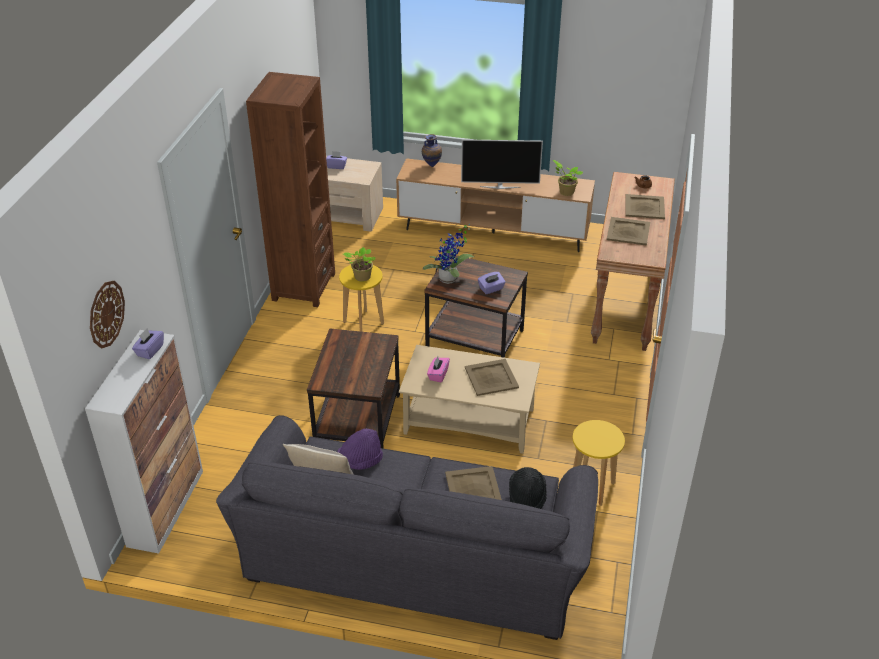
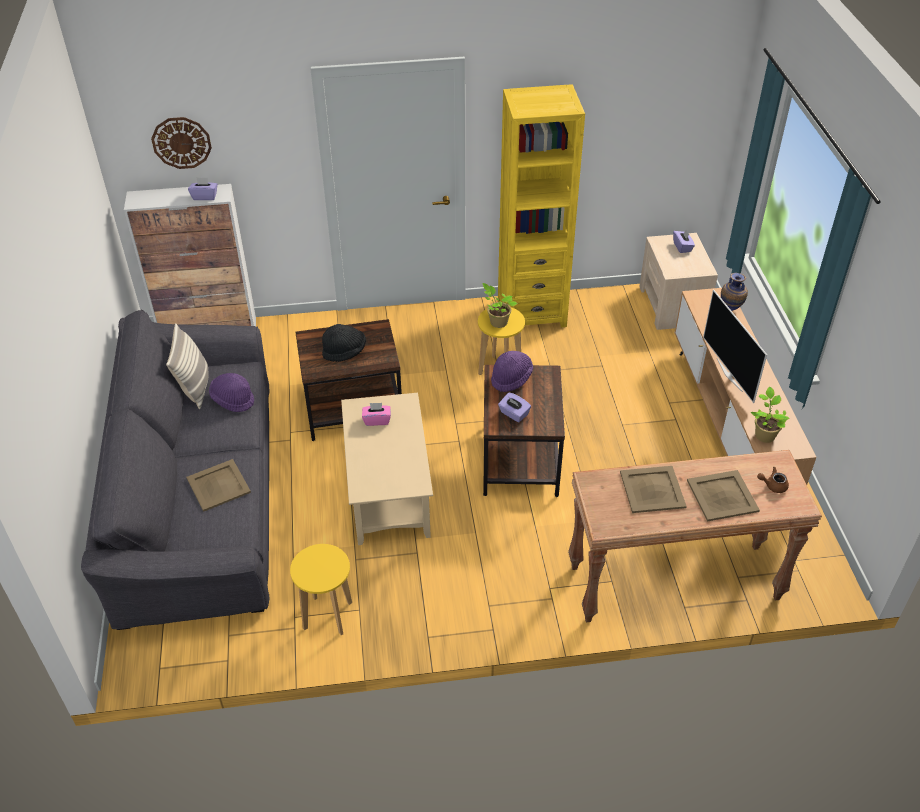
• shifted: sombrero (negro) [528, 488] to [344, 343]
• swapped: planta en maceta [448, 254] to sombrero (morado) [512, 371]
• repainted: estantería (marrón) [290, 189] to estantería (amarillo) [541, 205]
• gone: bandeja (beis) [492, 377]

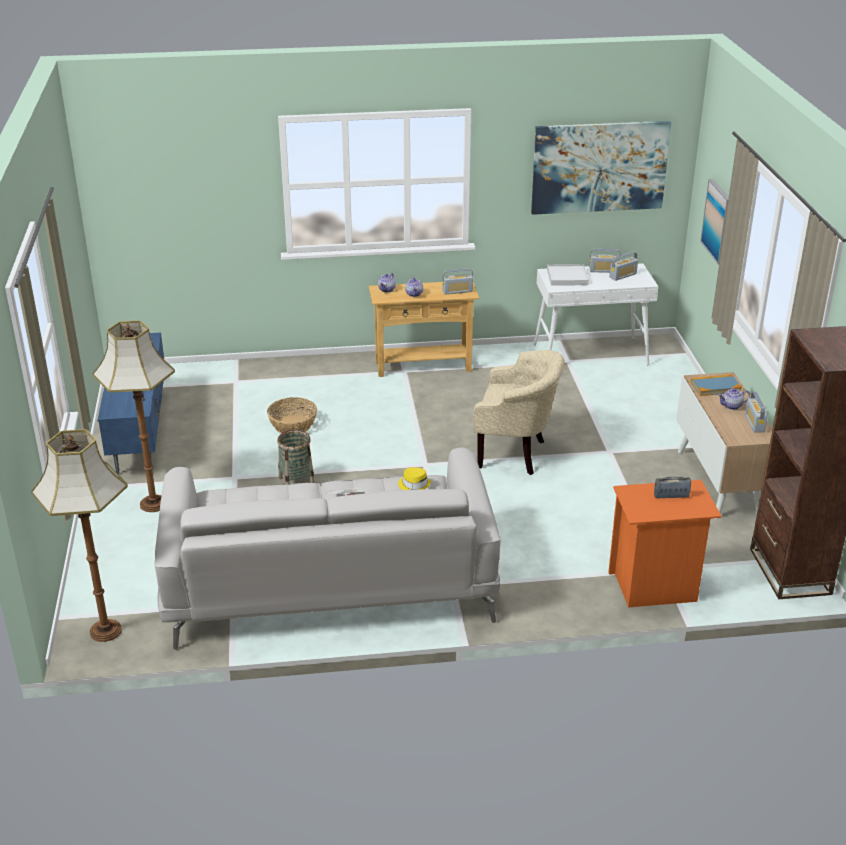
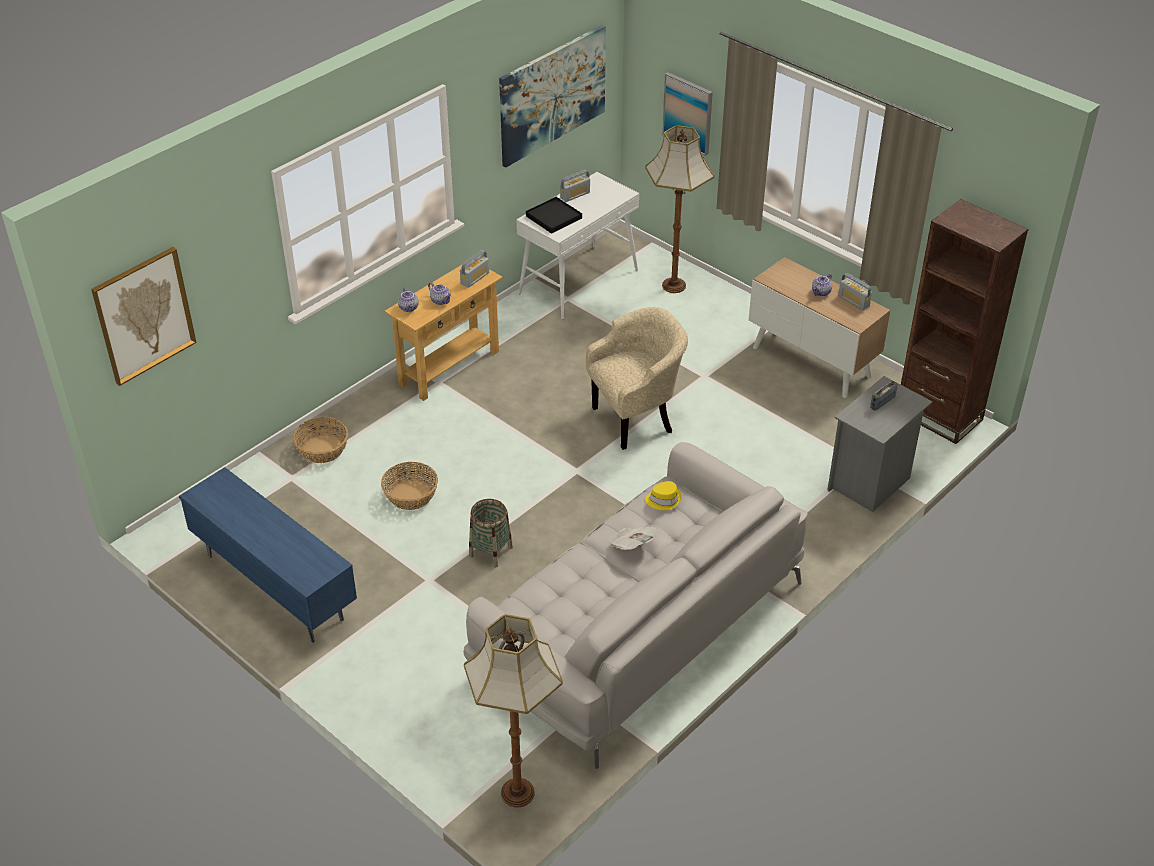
• new: cuadro [144, 316]
• new: cesta [320, 440]
• repainted: bandeja (blanco) [568, 275] to bandeja (negro) [554, 215]
• shifted: lámpara de pie [134, 416] to [680, 209]
• repainted: mesita de noche (naranja) [665, 544] to mesita de noche (gris) [879, 444]
• gone: radio [624, 266]
• gone: libro [716, 385]

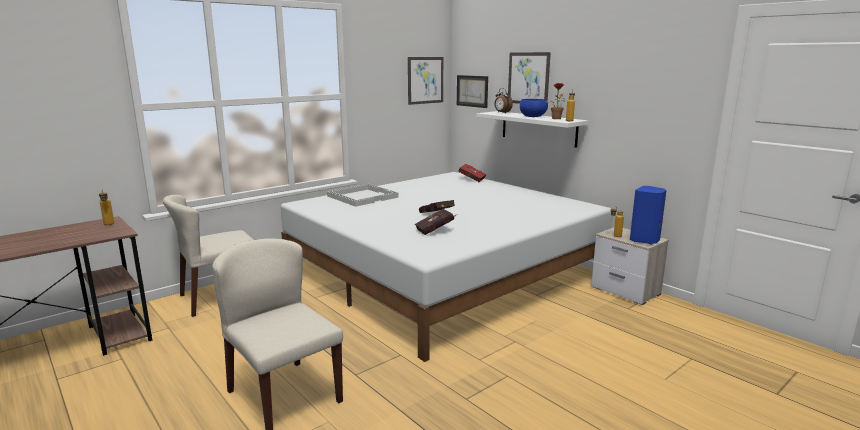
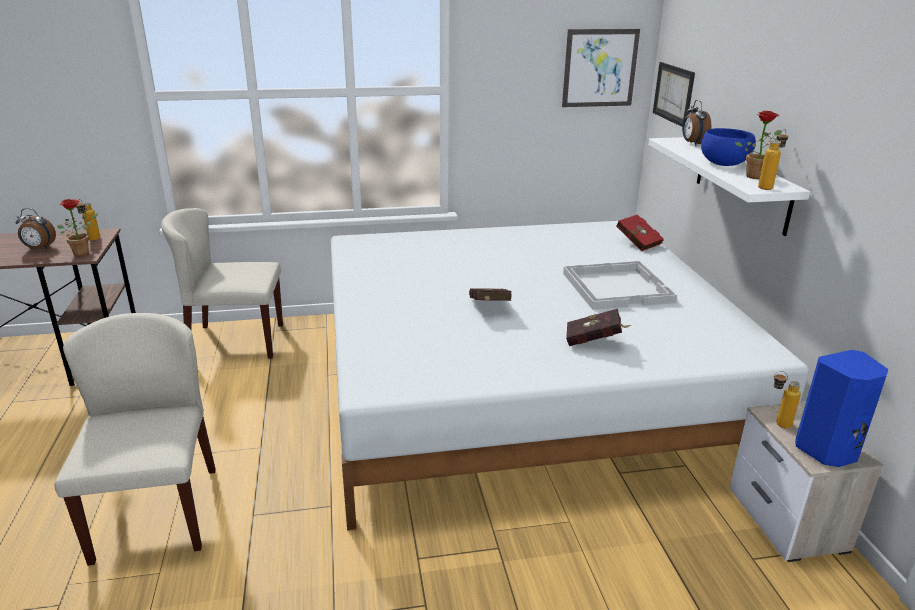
• new: despertador [36, 228]
• new: planta en maceta [77, 227]
• shifted: bandeja (blanco) [363, 195] to [620, 285]
• shifted: libro (rojo) [436, 222] to [598, 327]
• gone: cuadro [529, 78]

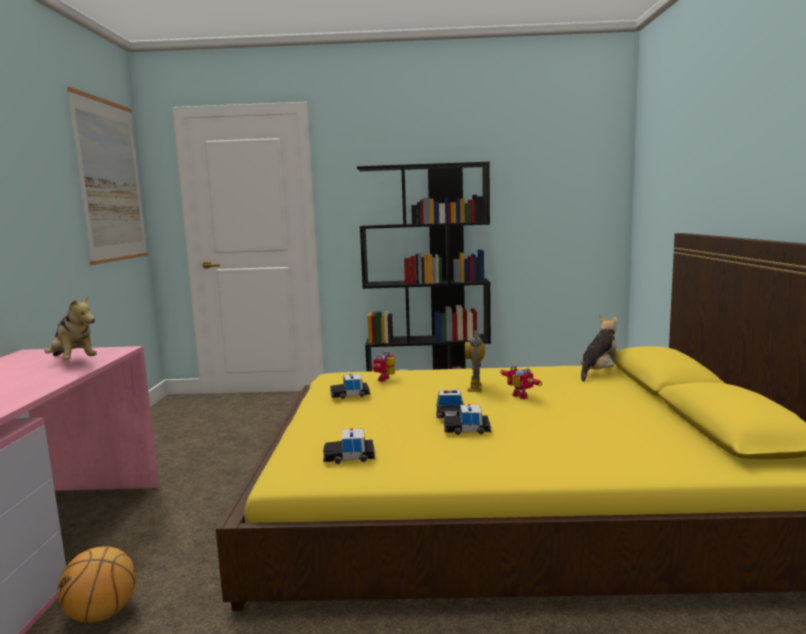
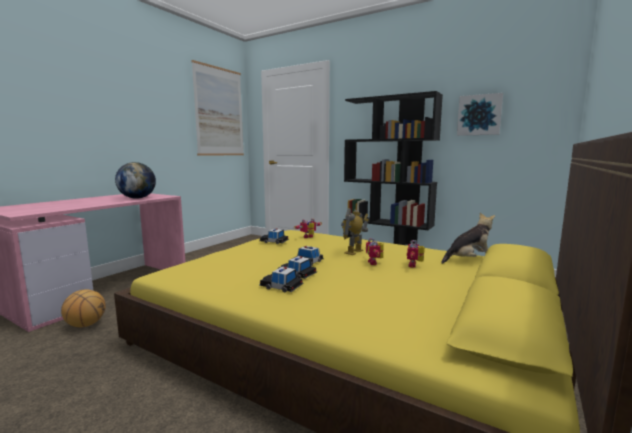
• swapped: peluche [70, 327] to globo terráqueo [135, 180]
• shifted: coche de juguete [349, 446] to [281, 279]
• new: robot de juguete [416, 254]
• new: cuadro [480, 114]

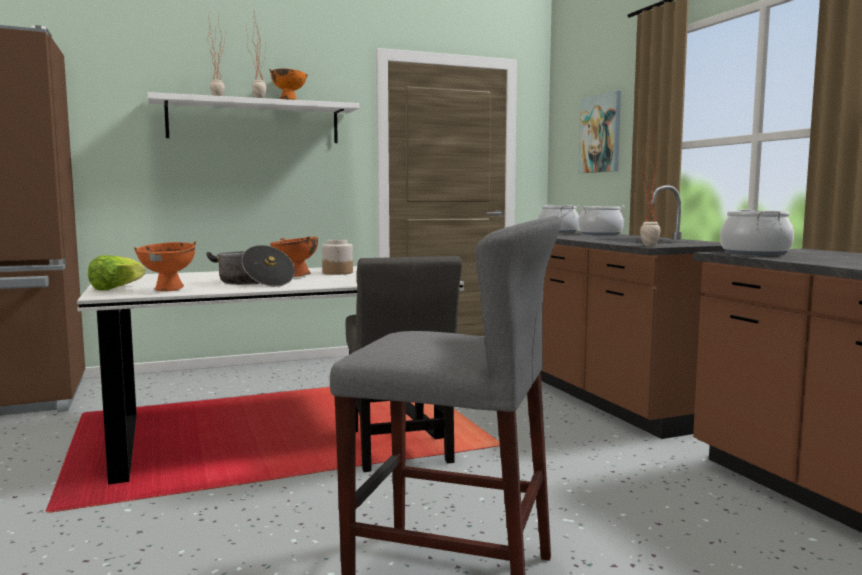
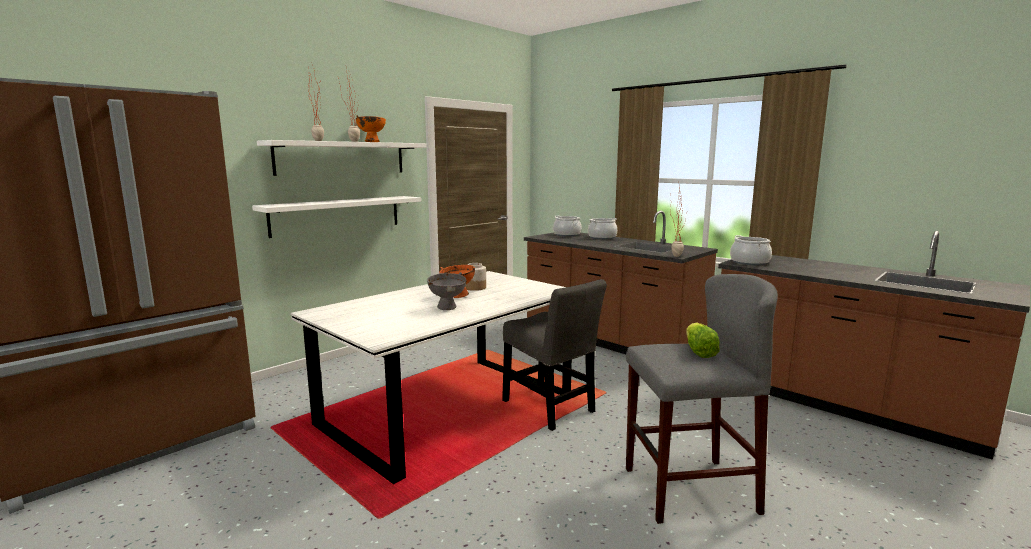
• new: estante (blanco) [336, 217]
• swapped: olla [250, 266] to cuenco (gris) [447, 291]
• shifted: lechuga [116, 272] to [703, 340]
• gone: cuenco (naranja) [165, 266]
• gone: cuadro [599, 131]

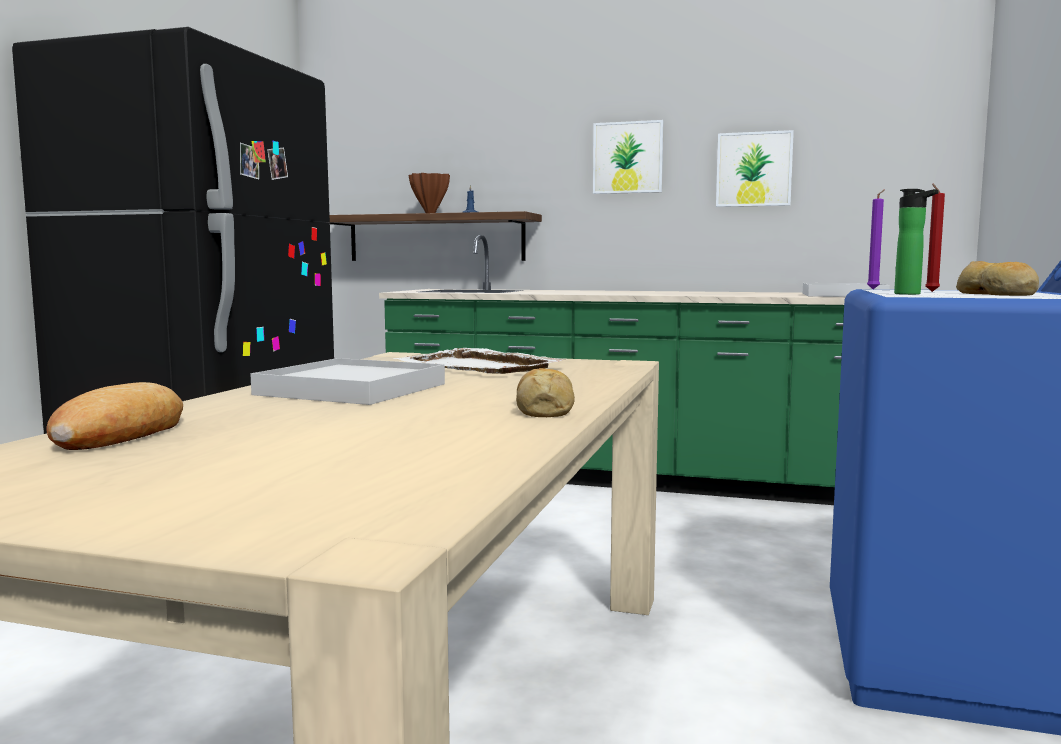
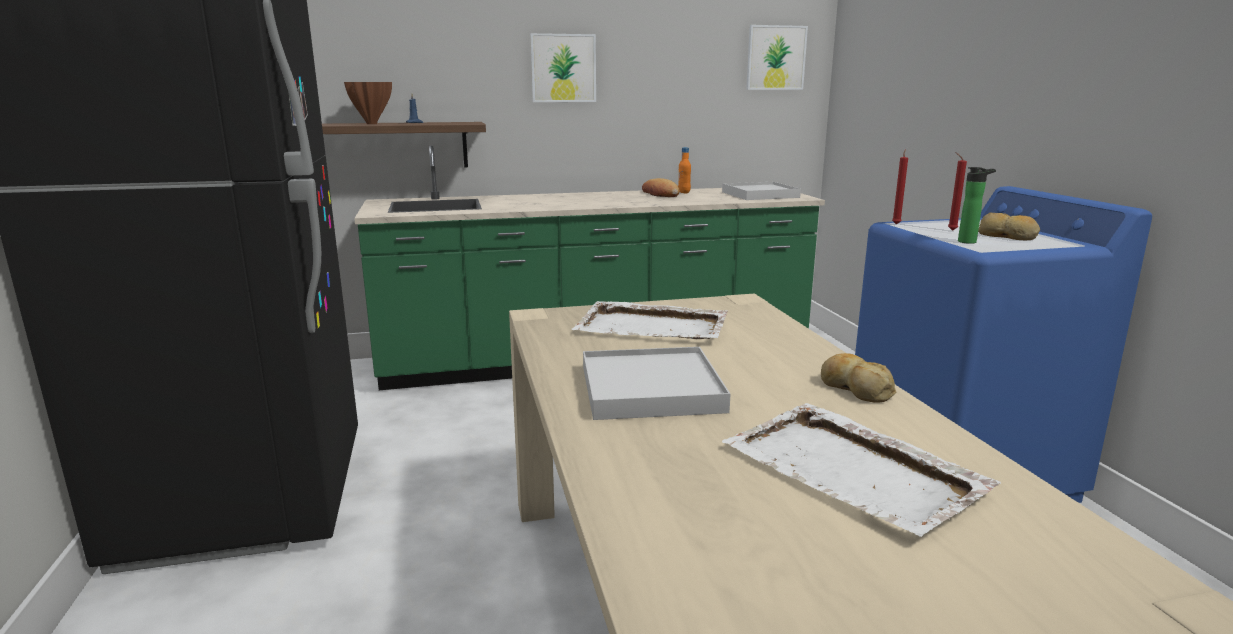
• shifted: pan [114, 416] to [661, 187]
• new: botella (naranja) [684, 170]
• new: bandeja (blanco) [861, 470]
• shifted: cuadro [755, 168] to [777, 57]
• repainted: vela (morado) [876, 239] to vela (rojo) [900, 186]

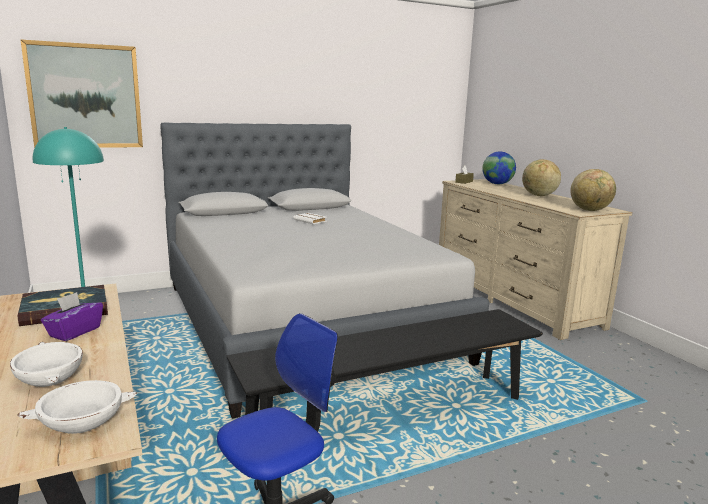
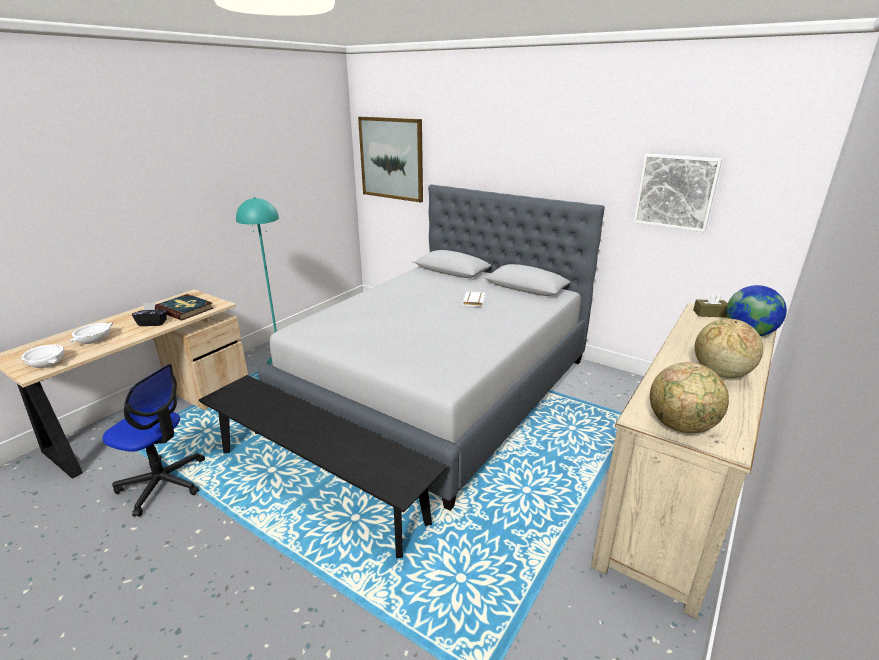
• repainted: caja de pañuelos (morado) [72, 316] to caja de pañuelos (negro) [149, 314]
• new: cuadro [678, 193]

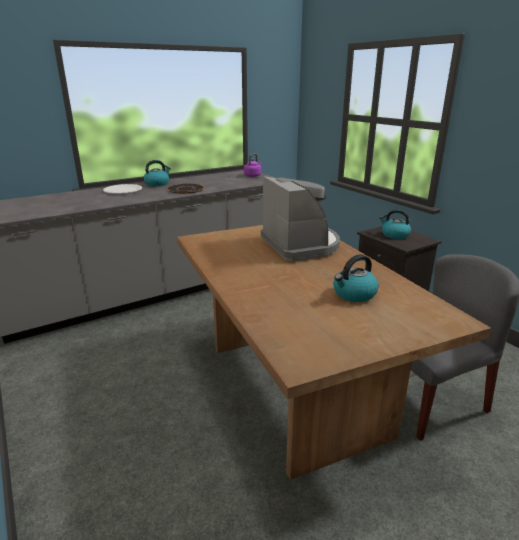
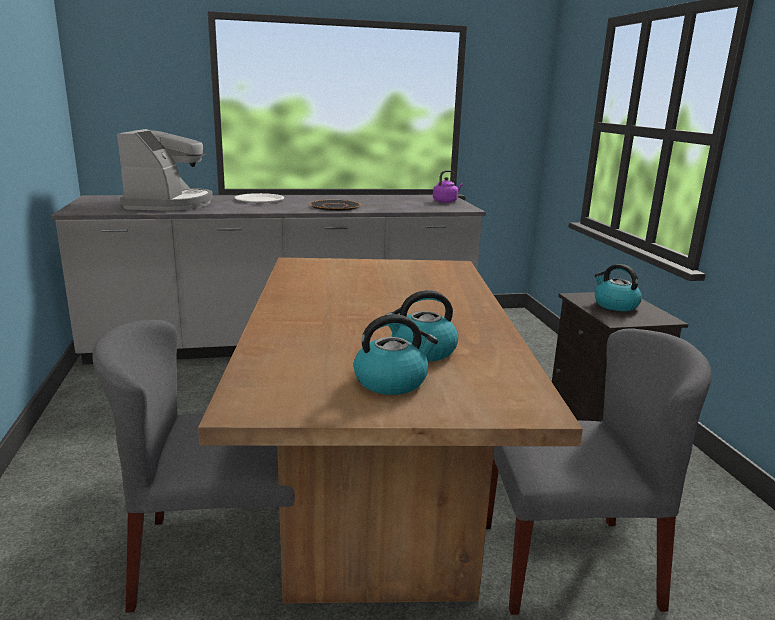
• new: silla (gris) [193, 466]
• shifted: cafetera [300, 219] to [165, 170]
• shifted: hervidor [157, 173] to [395, 354]

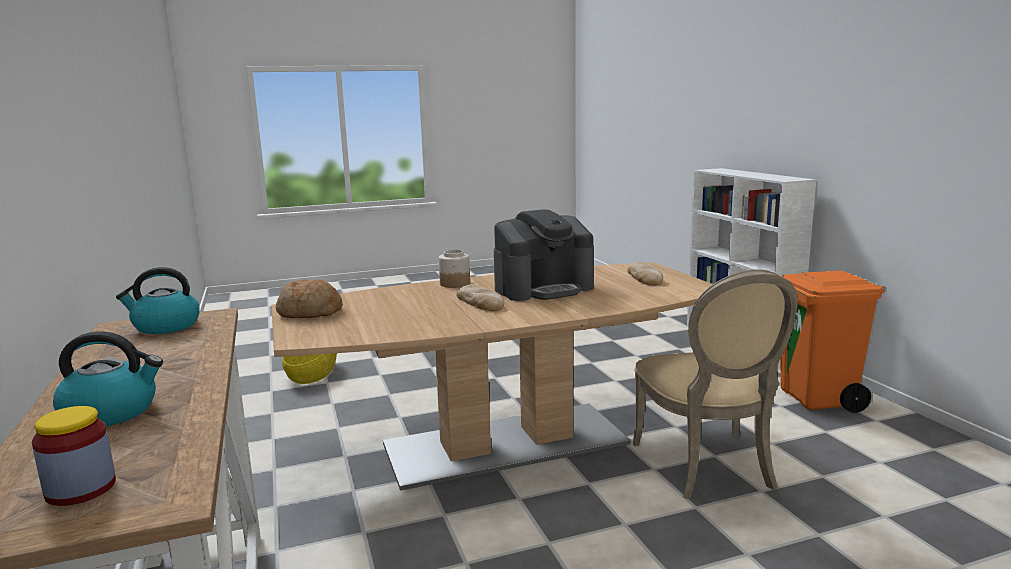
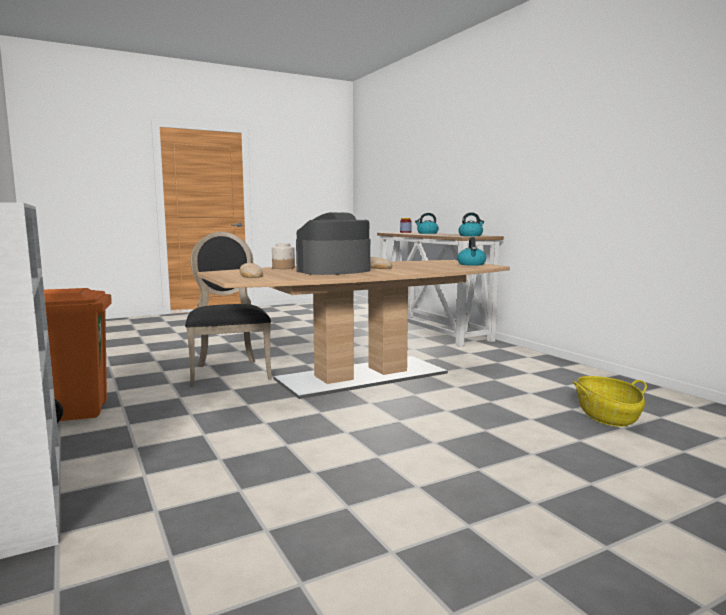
• repainted: silla (beis) [715, 384] to silla (negro) [228, 309]
• shifted: tarro [454, 269] to [283, 256]
• swapped: pan [309, 298] to hervidor [471, 251]

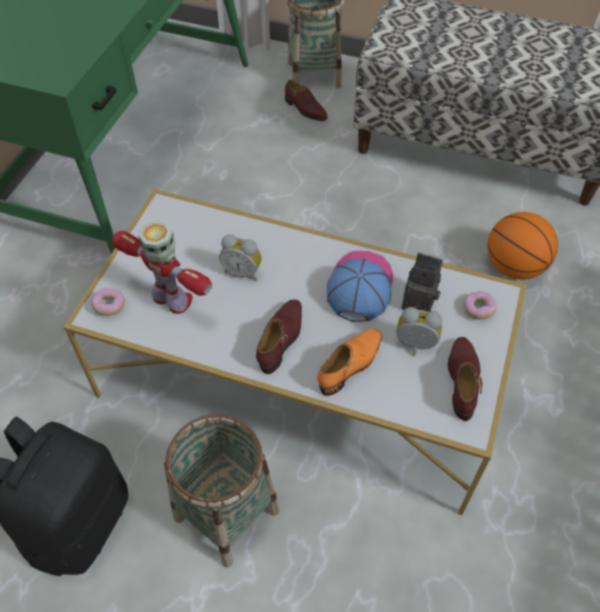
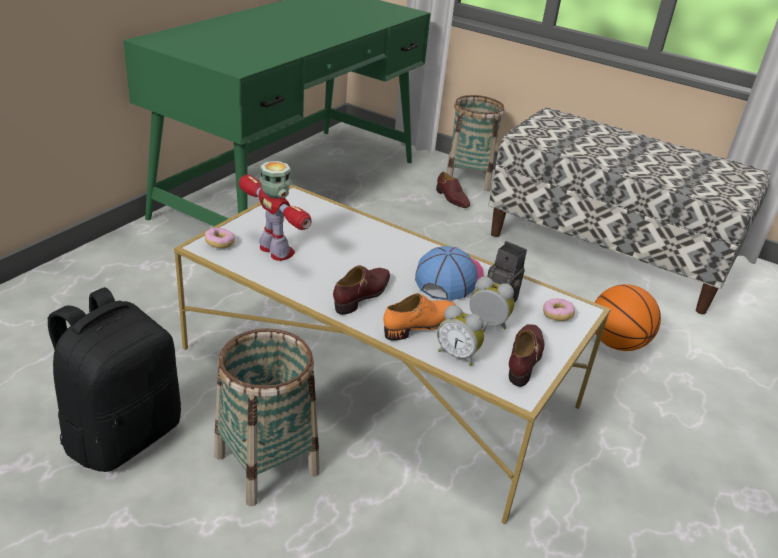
• shifted: despertador [240, 257] to [460, 335]

